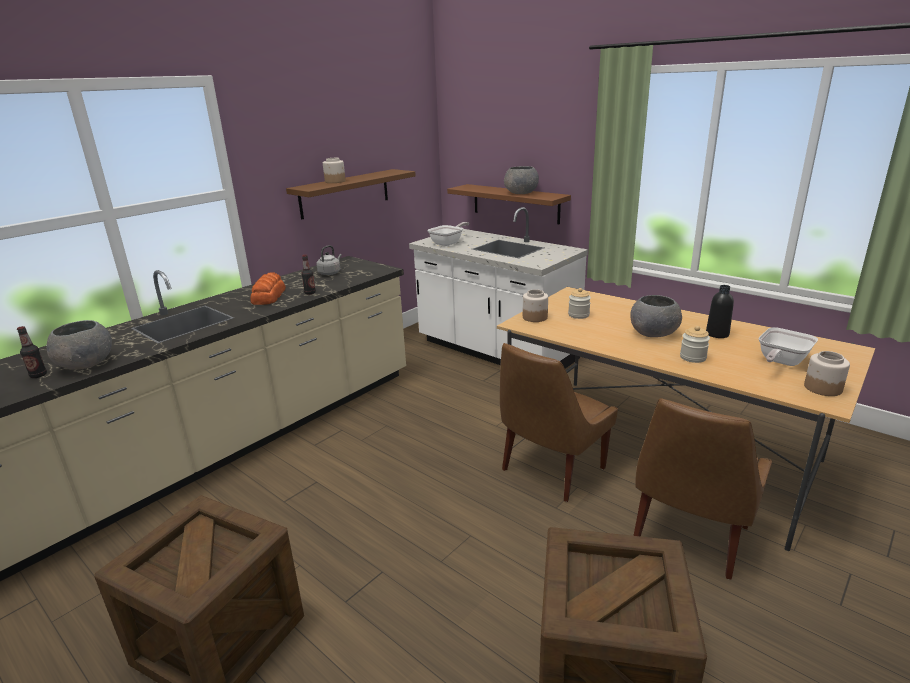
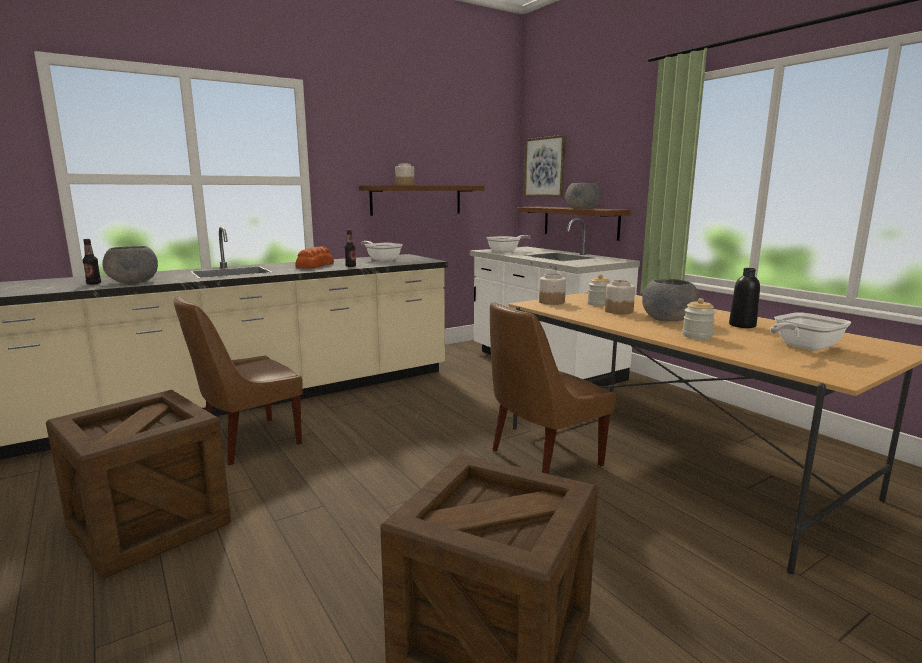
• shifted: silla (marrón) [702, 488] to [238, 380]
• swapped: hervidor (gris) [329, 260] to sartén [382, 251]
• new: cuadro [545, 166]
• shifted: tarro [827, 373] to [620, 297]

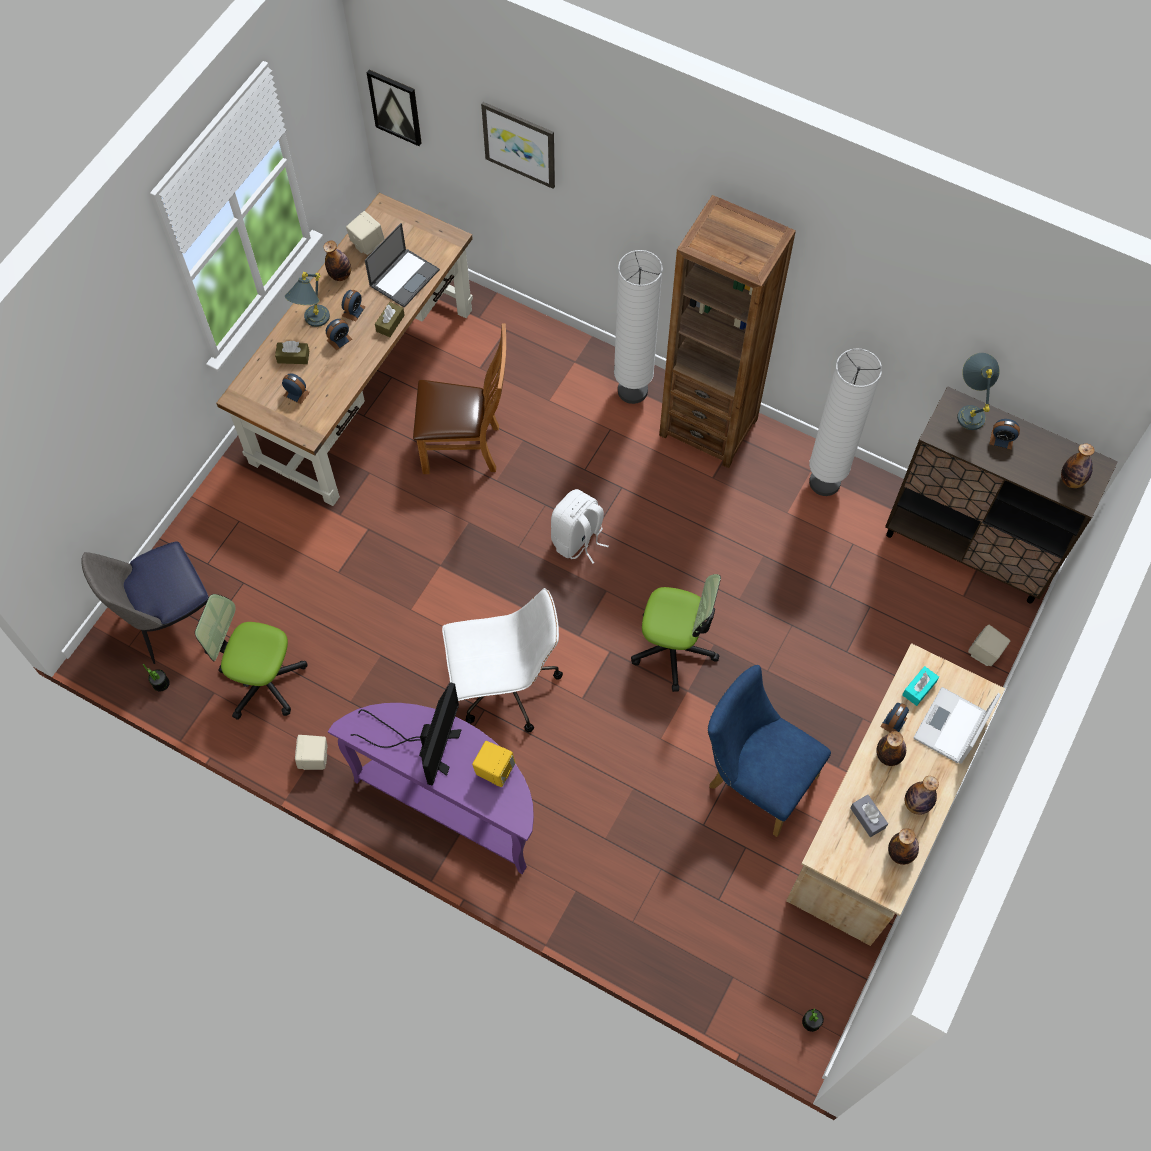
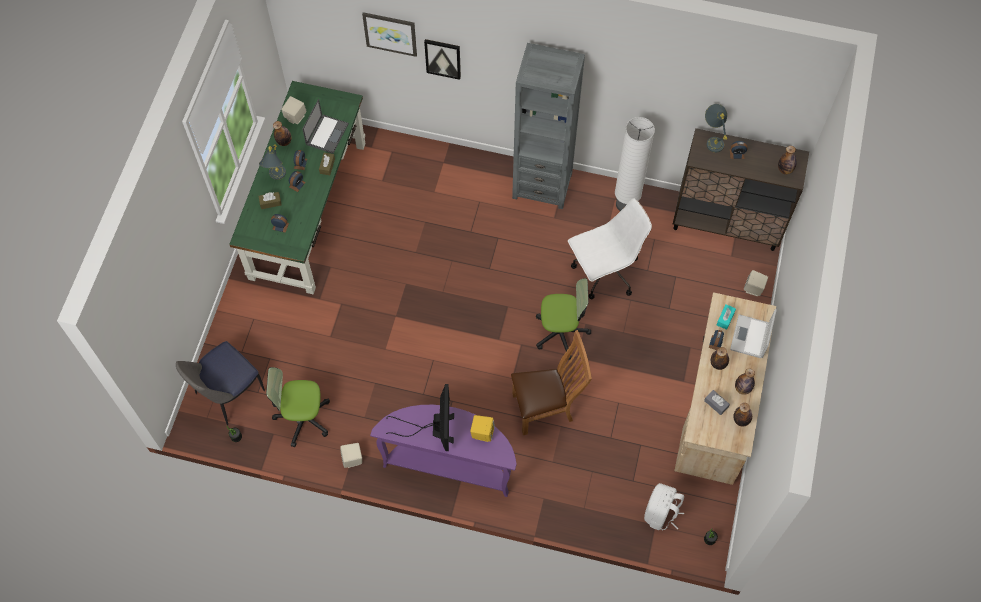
• repainted: escritorio (marrón) [344, 349] to escritorio (verde) [297, 188]
• shifted: cuadro [394, 107] to [442, 59]
• shifted: silla (marrón) [459, 399] to [551, 382]
• repainted: estantería (marrón) [727, 331] to estantería (gris) [548, 126]
• shifted: silla de oficina (blanco) [502, 660] to [610, 248]
• shifted: mochila (blanco) [580, 526] to [664, 506]
• gone: lámpara de pie (blanco) [638, 327]
• gone: silla (azul) [769, 751]

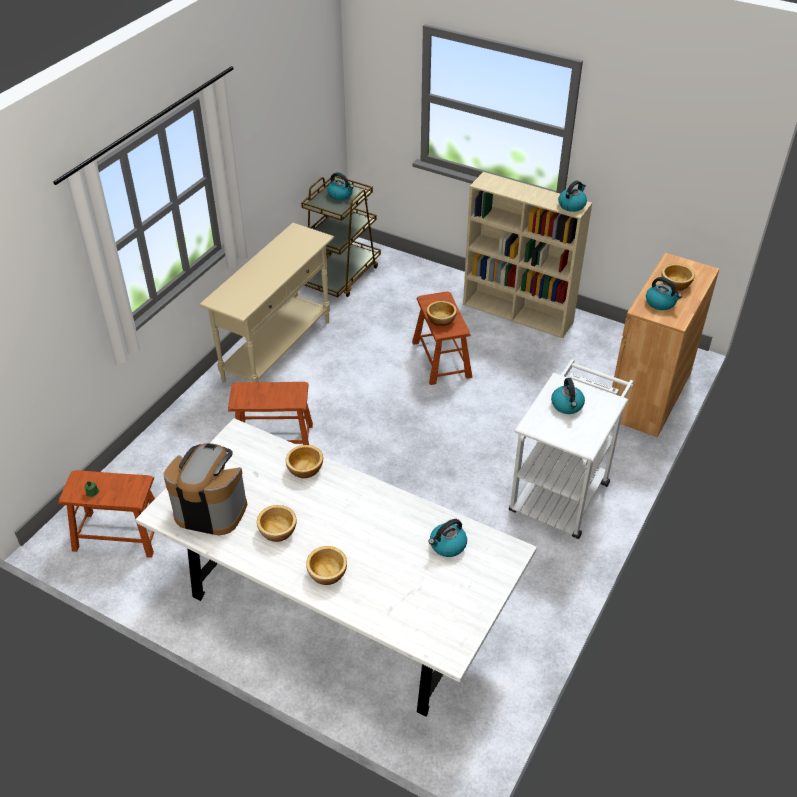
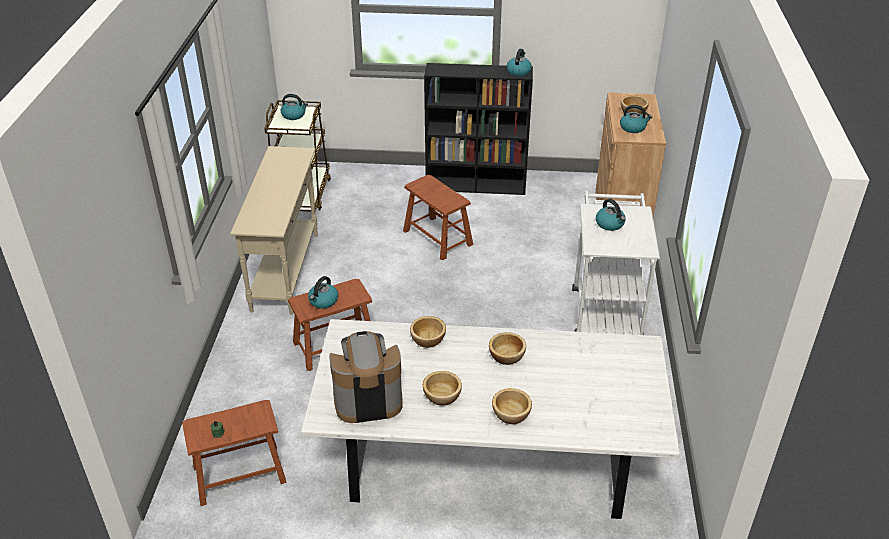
• shifted: hervidor [448, 538] to [323, 292]
• repainted: estantería (beis) [527, 255] to estantería (negro) [478, 129]
• shifted: cuenco [441, 313] to [507, 348]

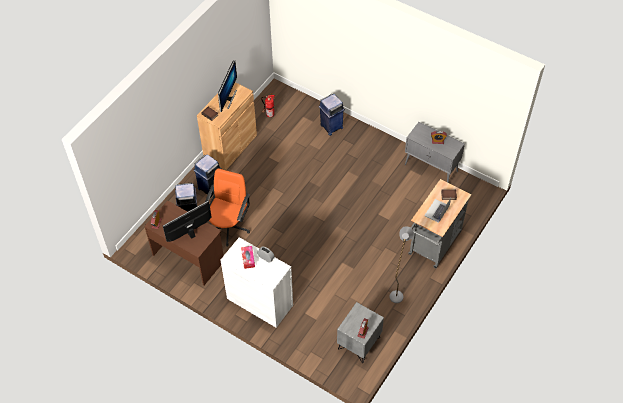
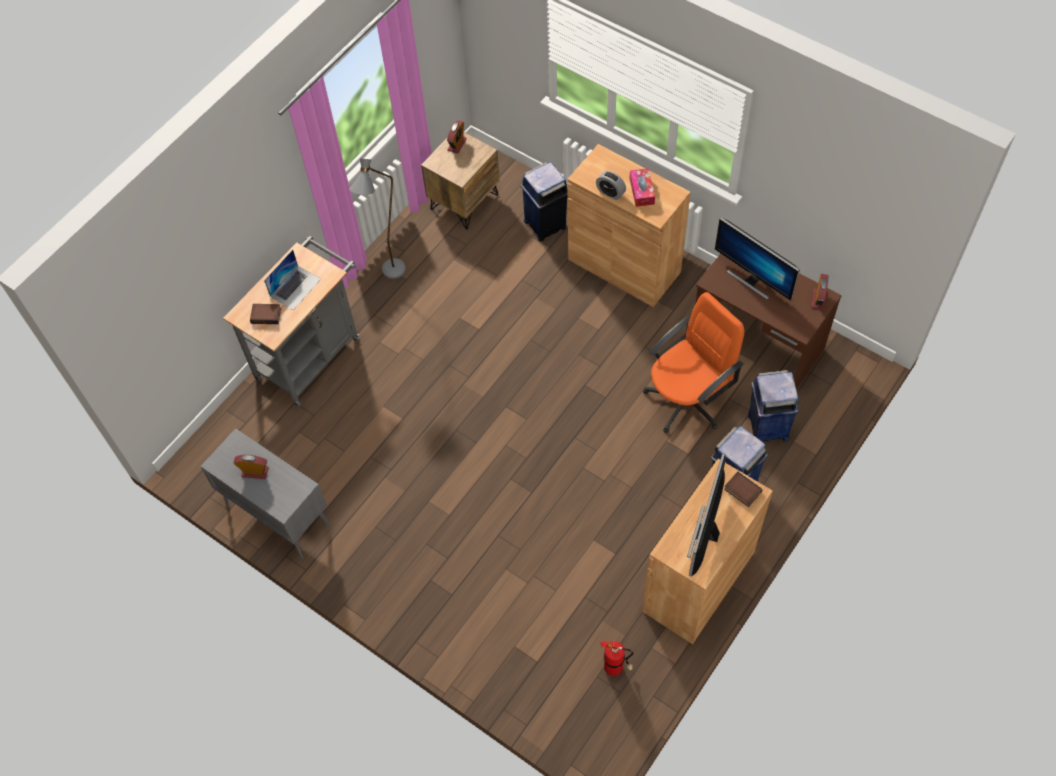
• repainted: mesita de noche (gris) [360, 332] to mesita de noche (marrón) [460, 181]
• shifted: papelera (azul) [332, 115] to [544, 202]
• repainted: armario (blanco) [257, 282] to armario (marrón) [629, 225]
• rotated: silla de oficina (naranja) [227, 207] = [693, 362] 150 degrees counterclockwise
• rotated: monitor [187, 221] = [757, 259] 75 degrees clockwise

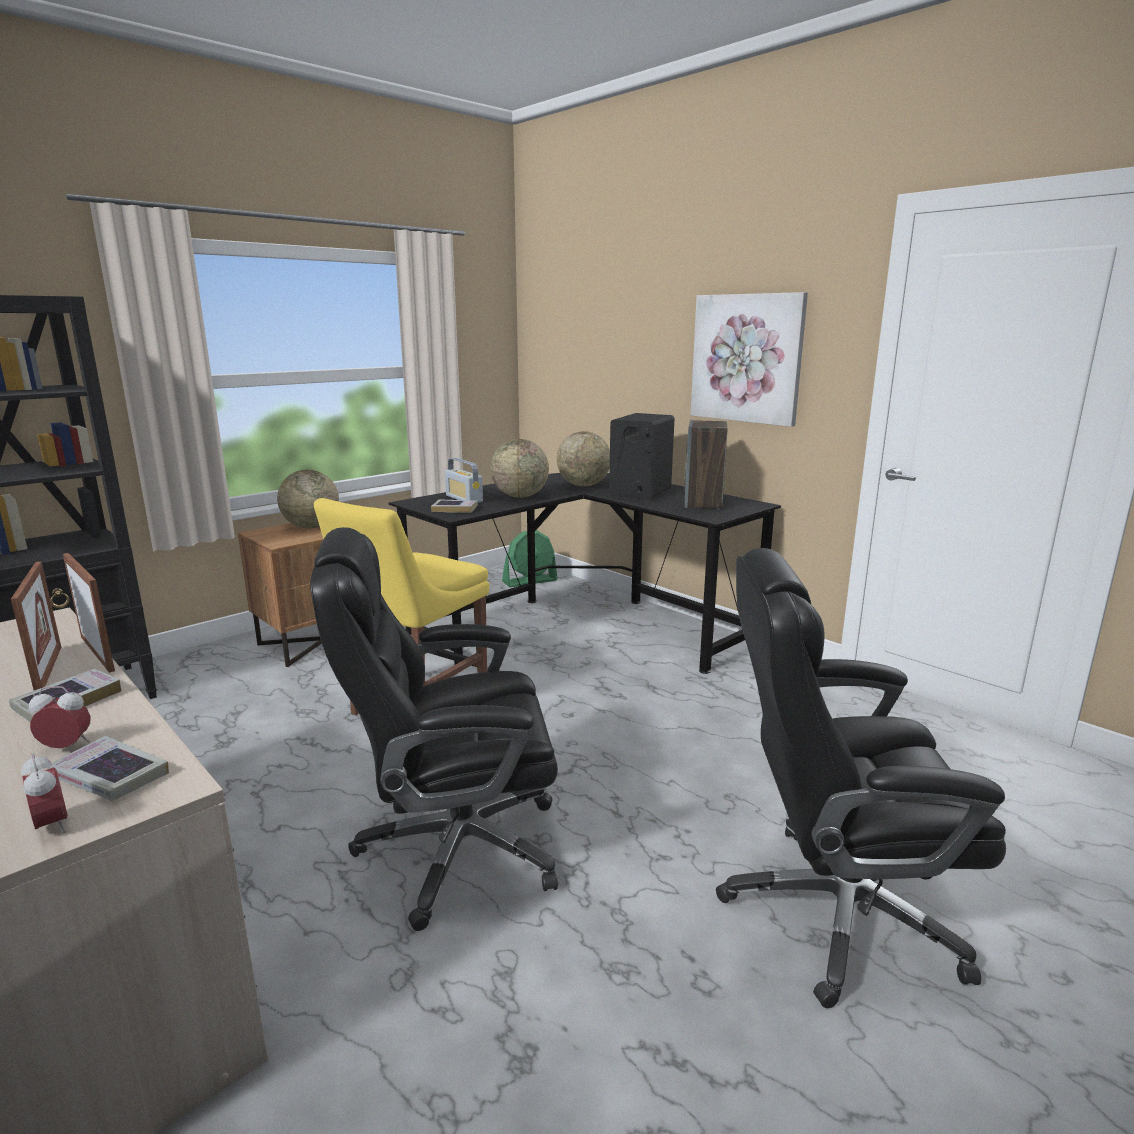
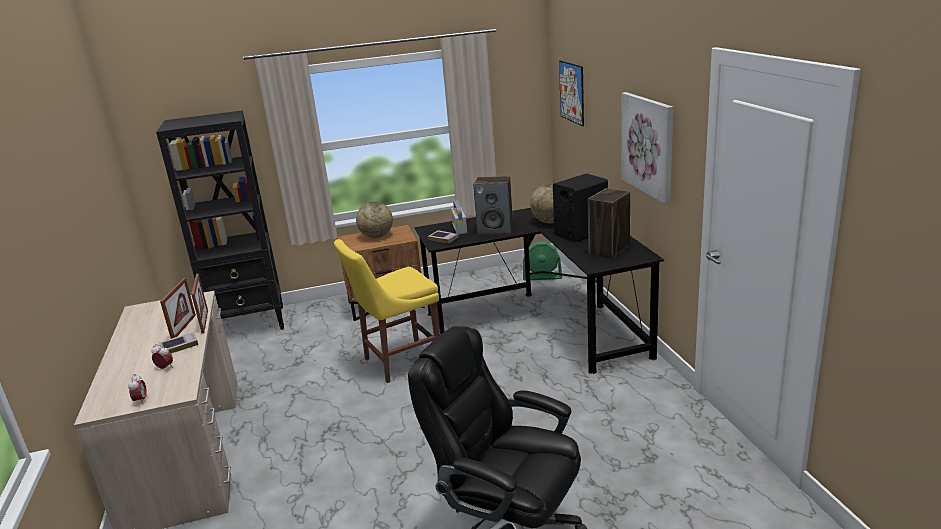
• swapped: globo terráqueo [520, 468] to altavoz [493, 205]
• new: cuadro [571, 93]
• gone: libro [108, 768]
• gone: silla de oficina (negro) [434, 729]

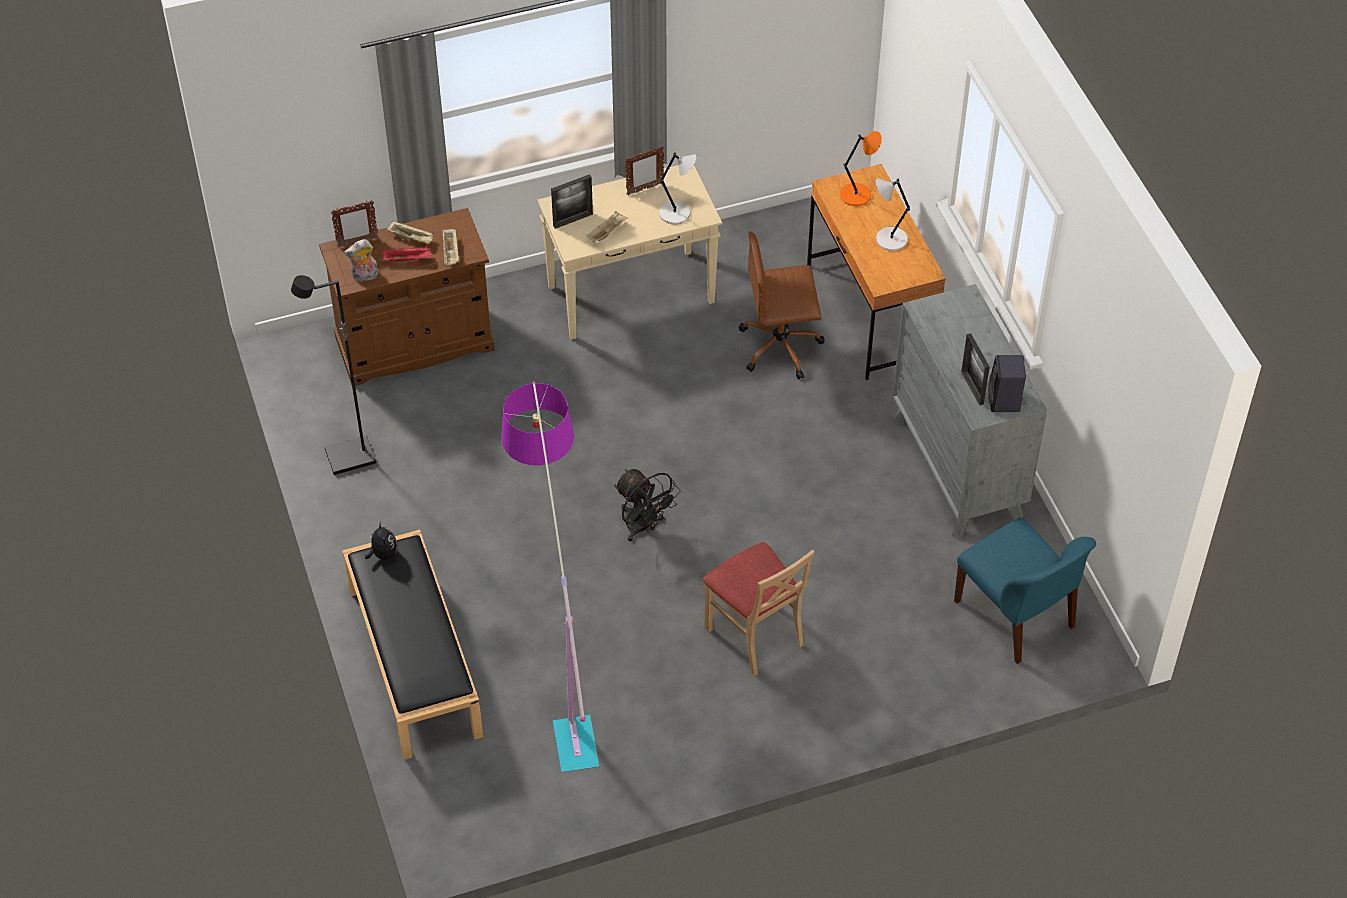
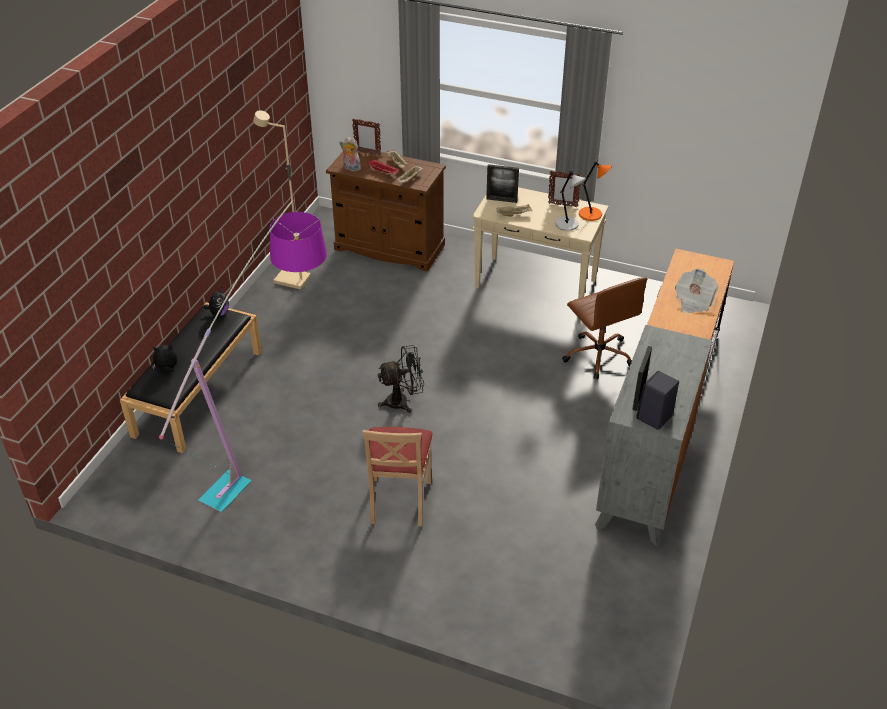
• new: peluche [164, 358]
• repainted: lámpara de pie (negro) [333, 375] to lámpara de pie (beis) [282, 199]
• rotated: ventilador (negro) [647, 505] = [401, 379] 105 degrees counterclockwise
• rotated: silla de oficina (marrón) [782, 305] = [604, 328] 150 degrees counterclockwise
• shifted: lámpara de mesa (naranja) [861, 168] to [595, 190]
• swapped: lámpara de mesa (gris) [893, 214] to periódico [696, 291]
• gone: silla (azul) [1025, 590]

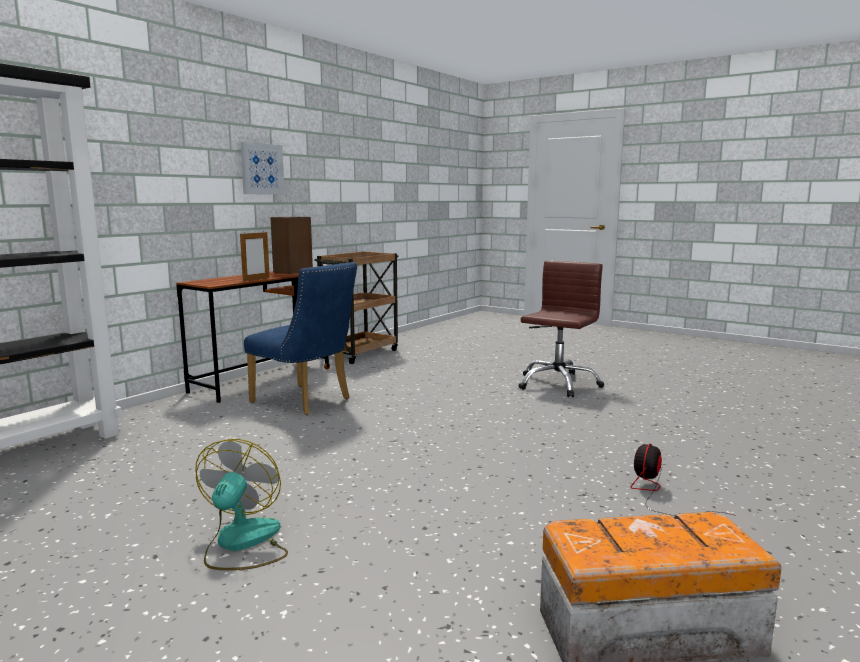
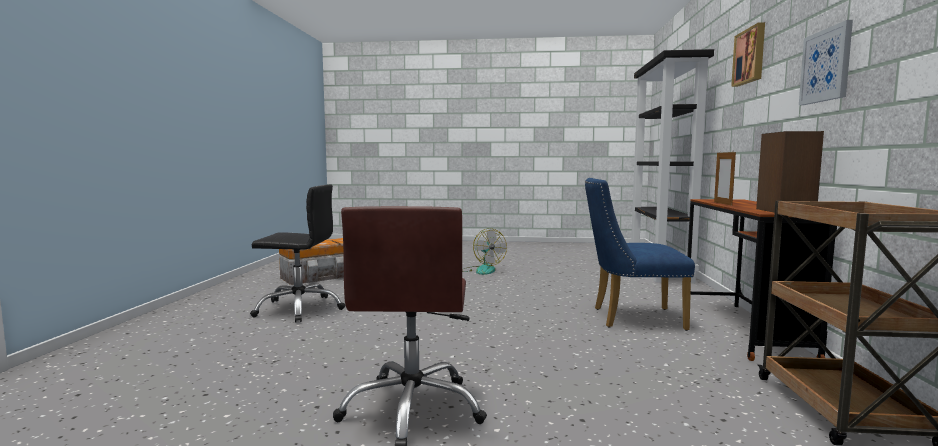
• swapped: ventilador [683, 479] to silla de oficina (negro) [297, 254]
• new: cuadro [748, 54]

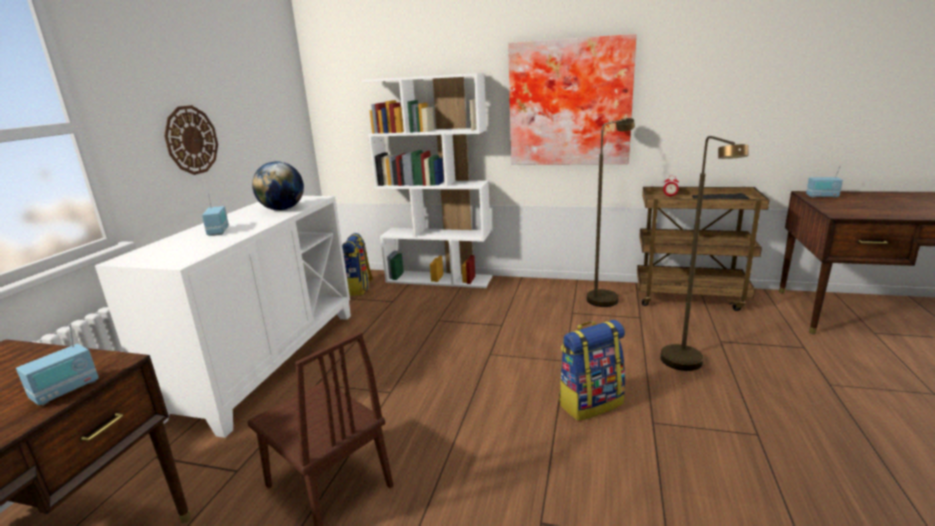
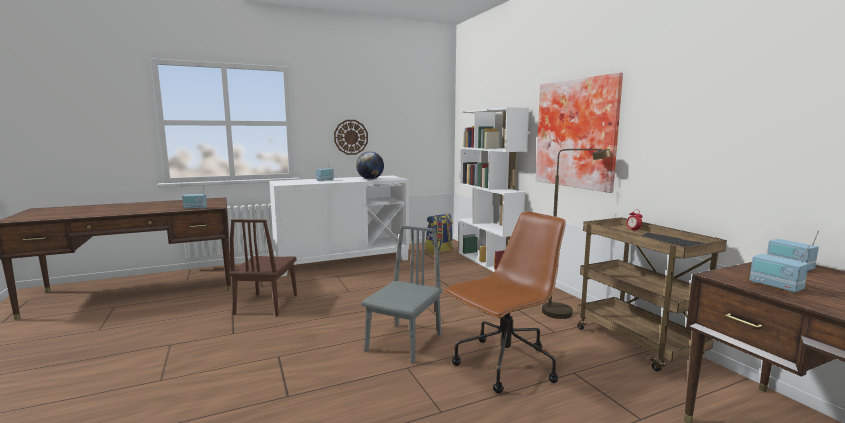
• swapped: mochila [592, 370] to silla (gris) [402, 294]
• swapped: lámpara de pie (marrón) [704, 253] to silla de oficina (marrón) [505, 302]
• new: radio [779, 269]

